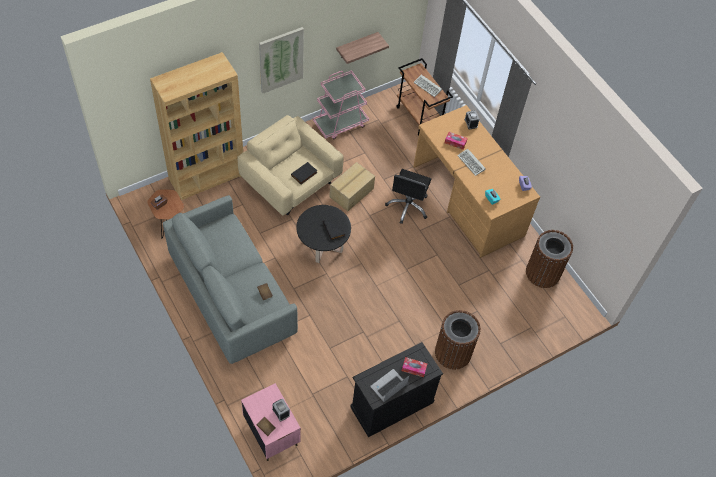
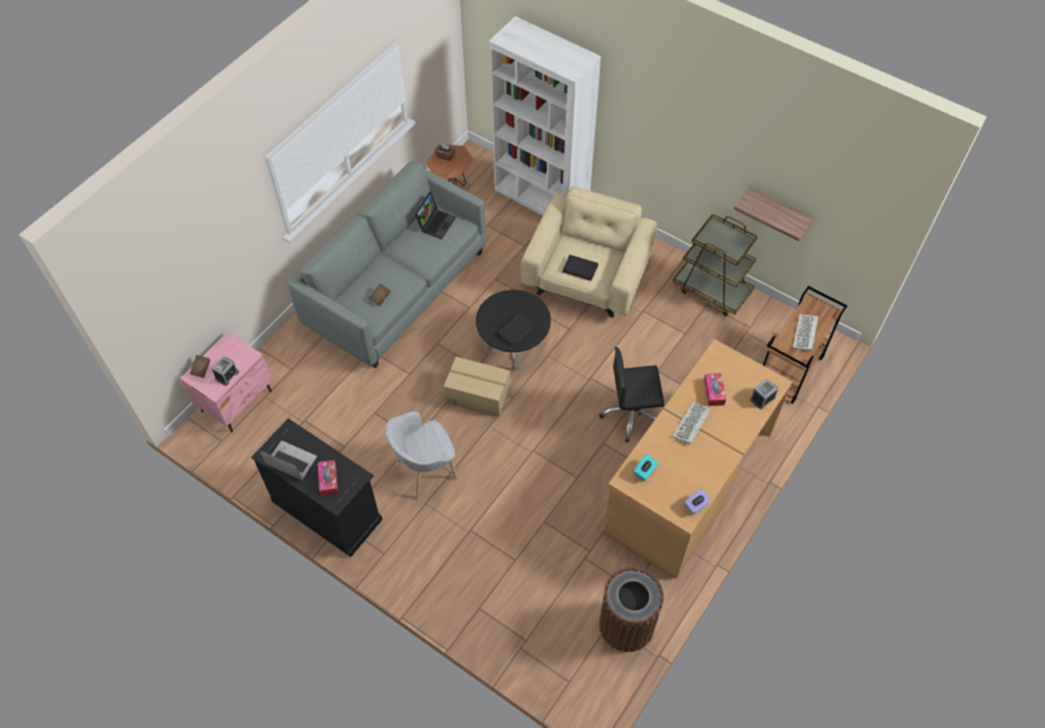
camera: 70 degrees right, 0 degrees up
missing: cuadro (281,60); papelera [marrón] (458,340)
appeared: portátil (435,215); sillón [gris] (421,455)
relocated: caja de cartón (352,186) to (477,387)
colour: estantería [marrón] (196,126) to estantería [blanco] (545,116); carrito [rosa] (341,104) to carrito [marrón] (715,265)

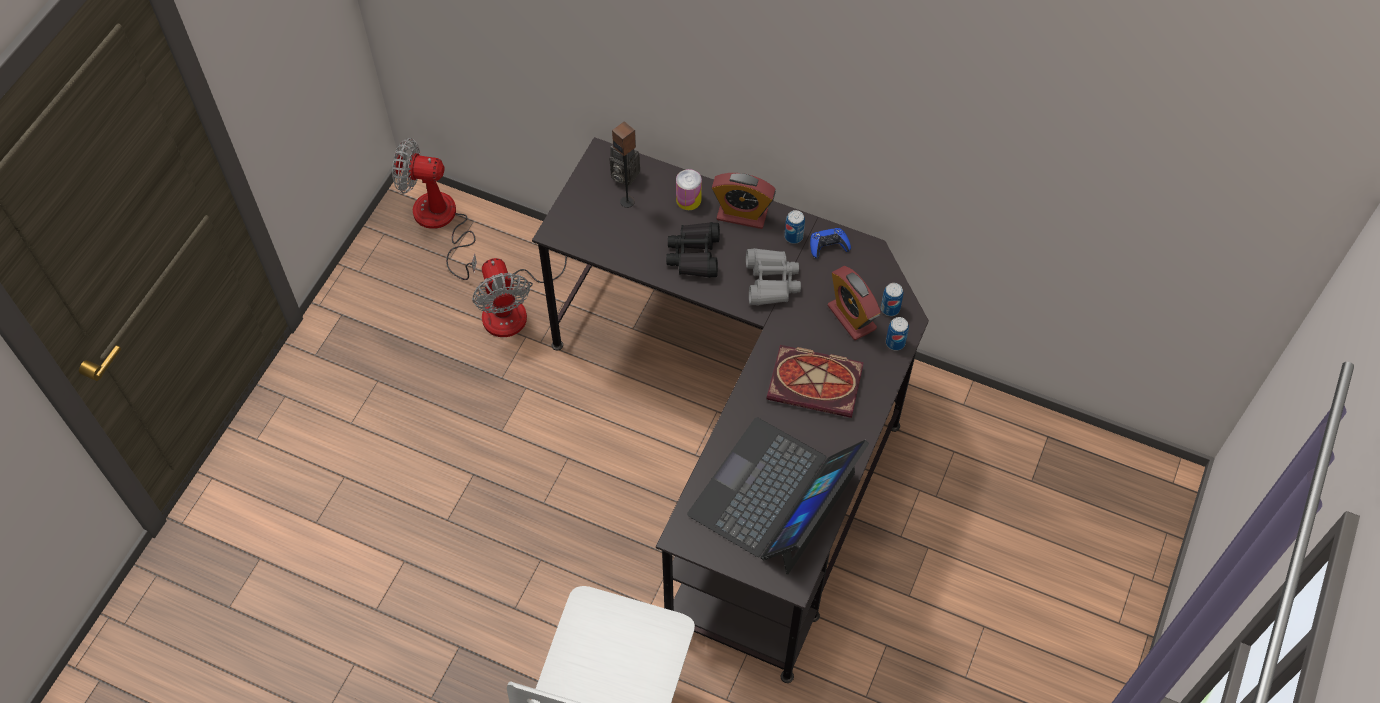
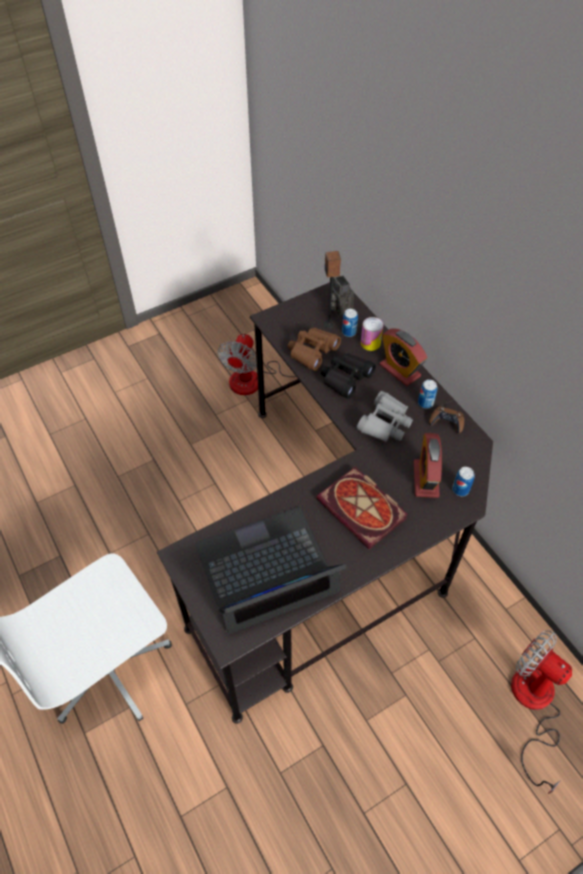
camera: 35 degrees right, 5 degrees down
appeared: prismáticos [marrón] (314,349)
relocated: ventilador (434,209) to (541,712); lata (897,334) to (350,323)
colour: mando de consola [azul] (830,243) to mando de consola [marrón] (446,420)

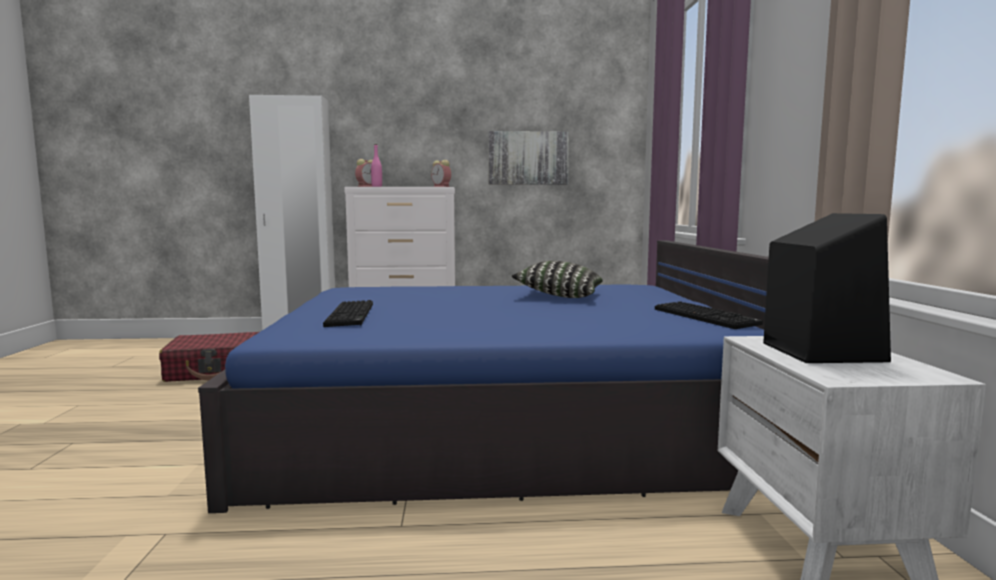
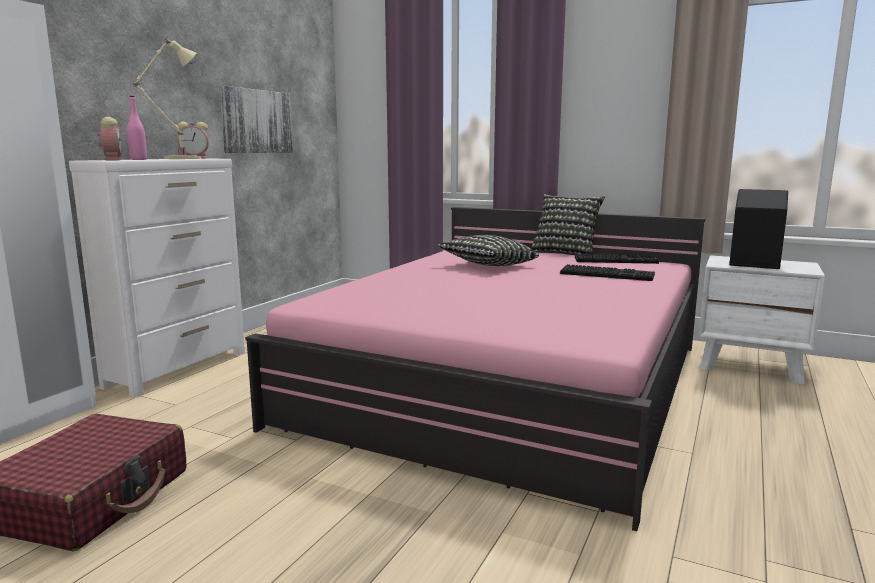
camera: 60 degrees left, 5 degrees up
appeared: lámpara de mesa [beis] (167,99); cojín (568,224)
relocated: teclado (348,313) to (607,272)
colour: cama [azul] (483,376) to cama [rosa] (475,369)

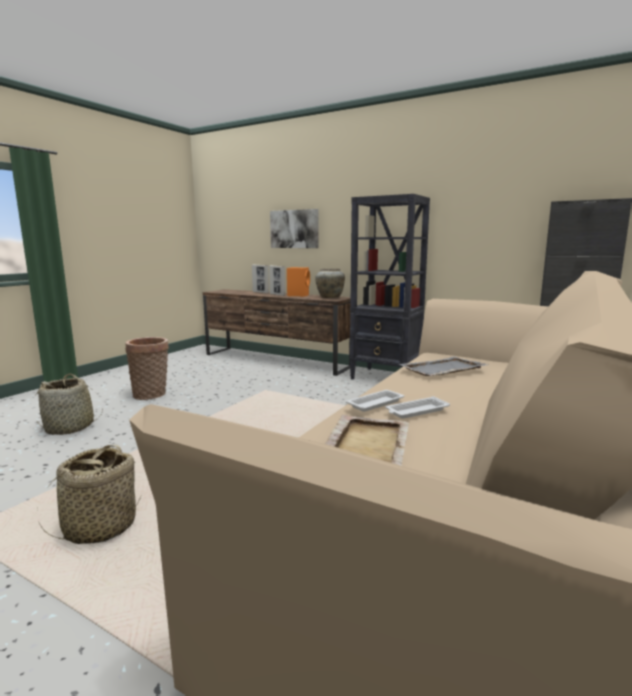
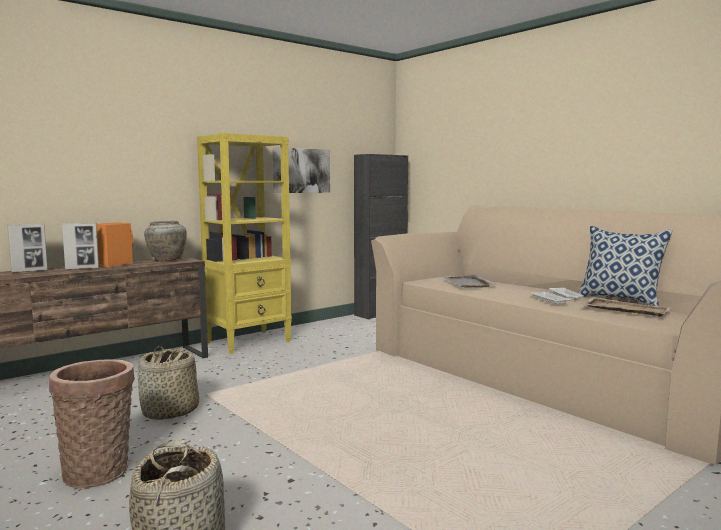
camera: 70 degrees left, 5 degrees down
appeared: cojín (625,266)
relocated: cuadro (294,228) to (301,170); cesta (89,494) to (168,383)
colour: estantería [negro] (389,287) to estantería [amarillo] (244,243)

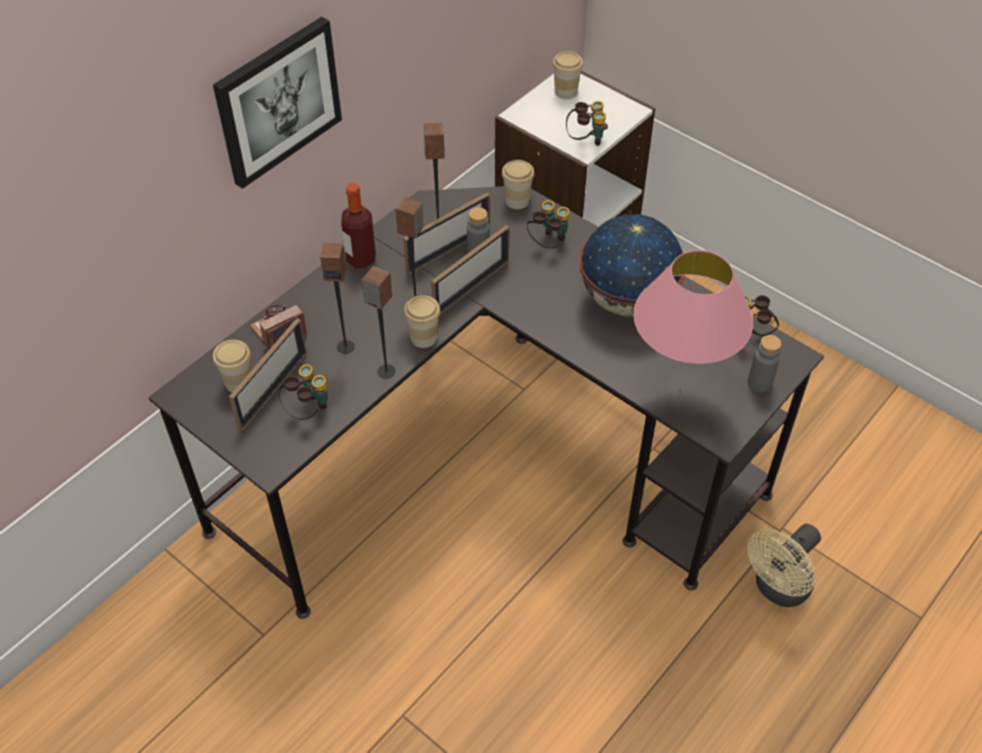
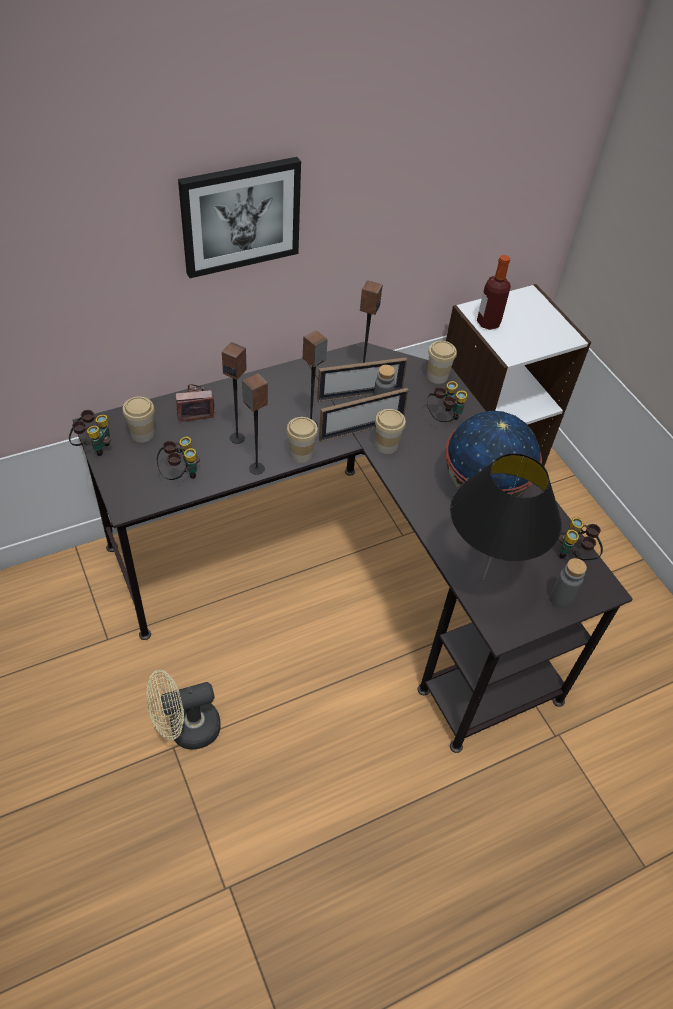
camera: 20 degrees right, 0 degrees up
missing: portarretratos (268,374)
relocated: taza (567,75) to (390,431); prismáticos (587,123) to (90,433); botella (358,225) to (494,292); ventilador [beis] (784,565) to (184,710)
colour: lámpara de mesa [rosa] (693,322) to lámpara de mesa [negro] (506,517)

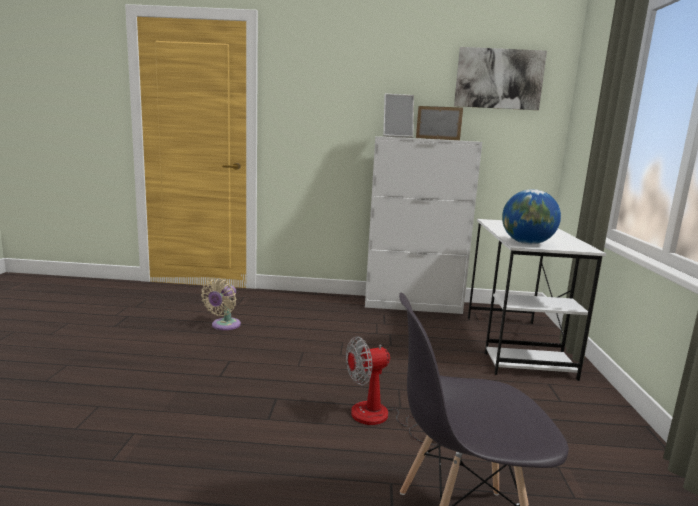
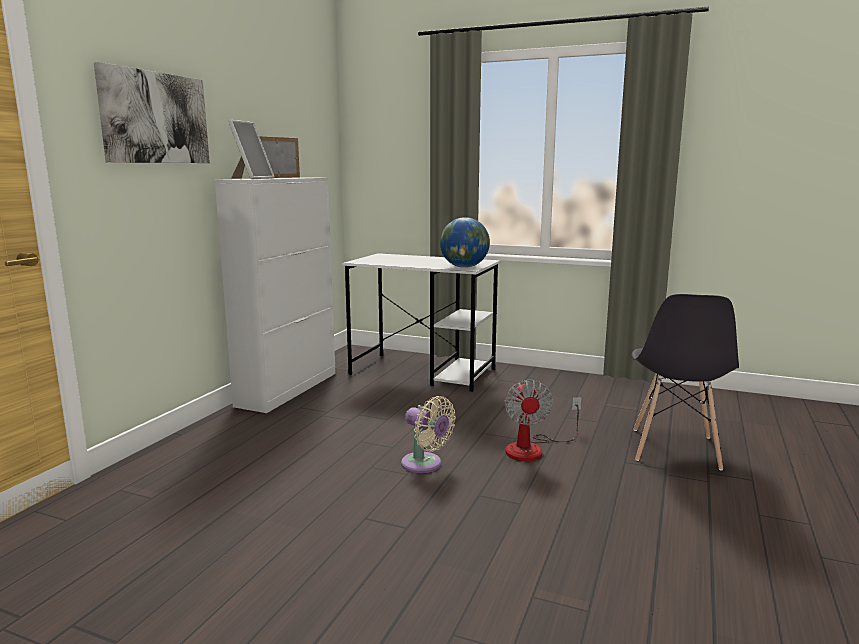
camera: 70 degrees left, 0 degrees up
relocated: cuadro (500,78) to (152,112); ventilador [beis] (221,304) to (428,434)

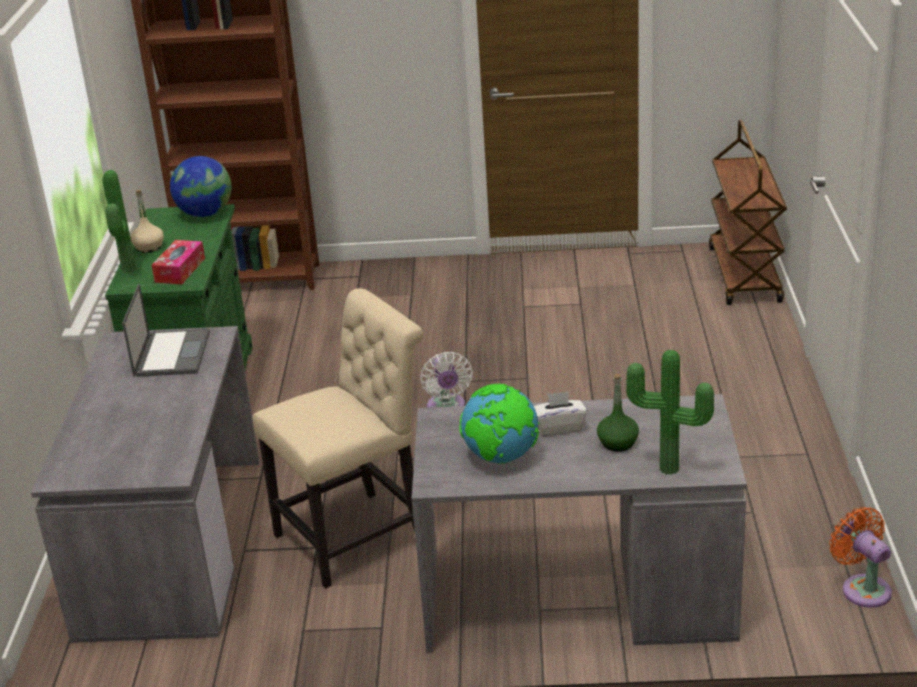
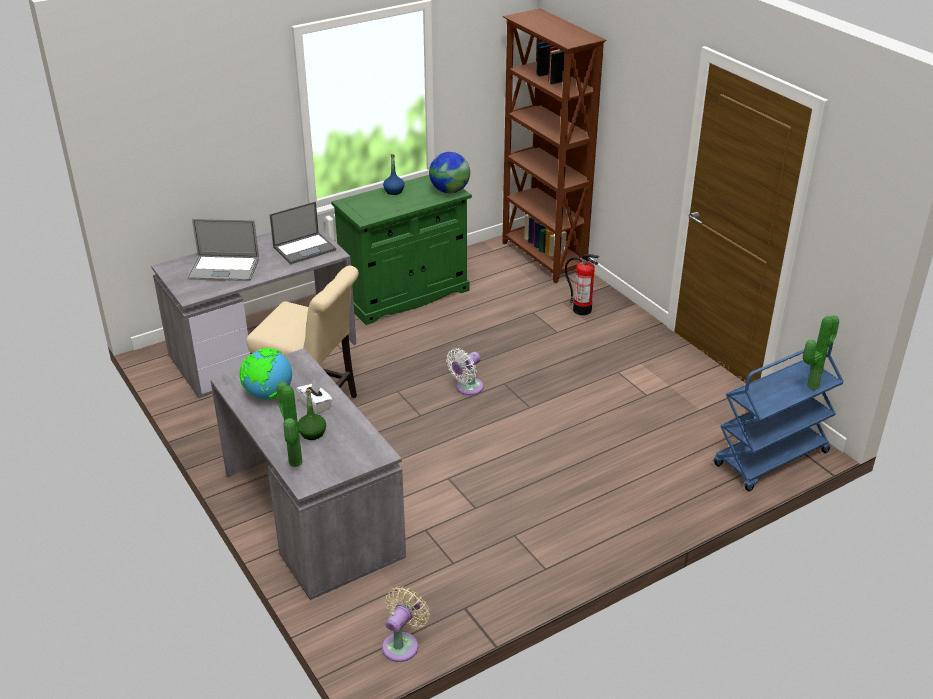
camera: 55 degrees right, 5 degrees up
missing: caja de pañuelos (178,262)
appeared: portátil (223,250); extintor (582,284)
relocated: planta en maceta (119,221) to (821,352)
colour: carrito [marrón] (748,212) to carrito [azul] (779,417); botella [beis] (147,221) to botella [azul] (394,174); ventilador [naranja] (860,557) to ventilador [beis] (406,624)

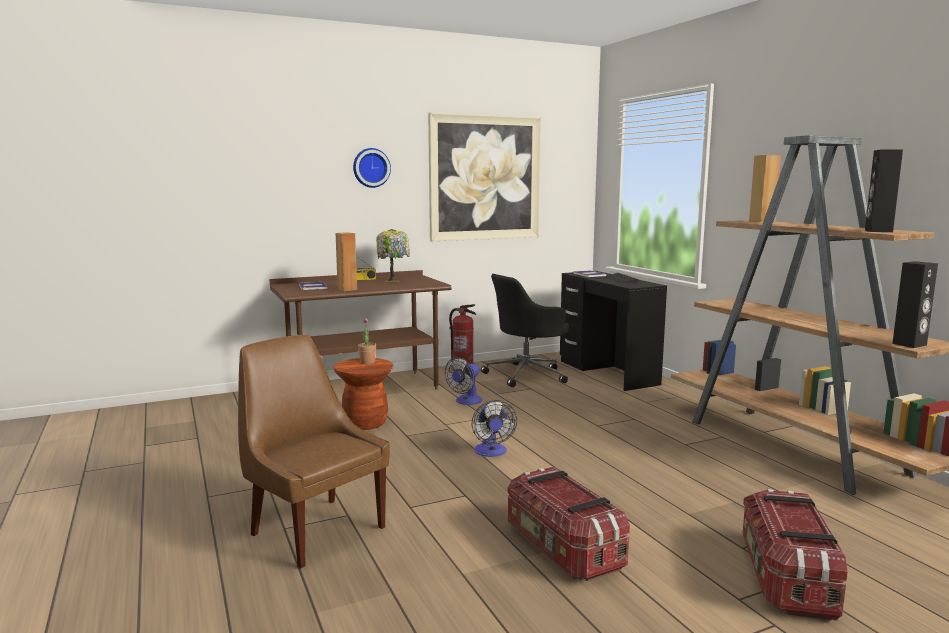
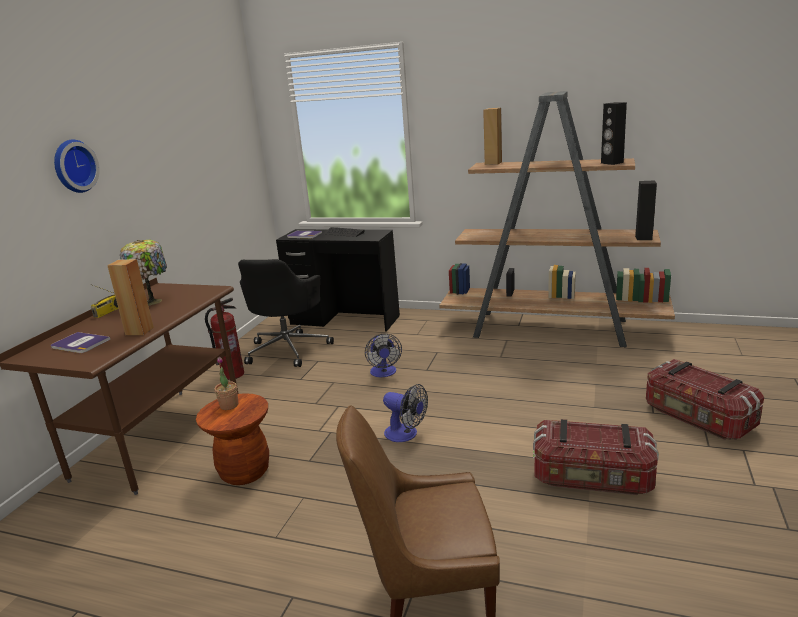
camera: 45 degrees left, 10 degrees up
missing: cuadro (484,176)
relocated: ventilador (464,381) to (383,355)

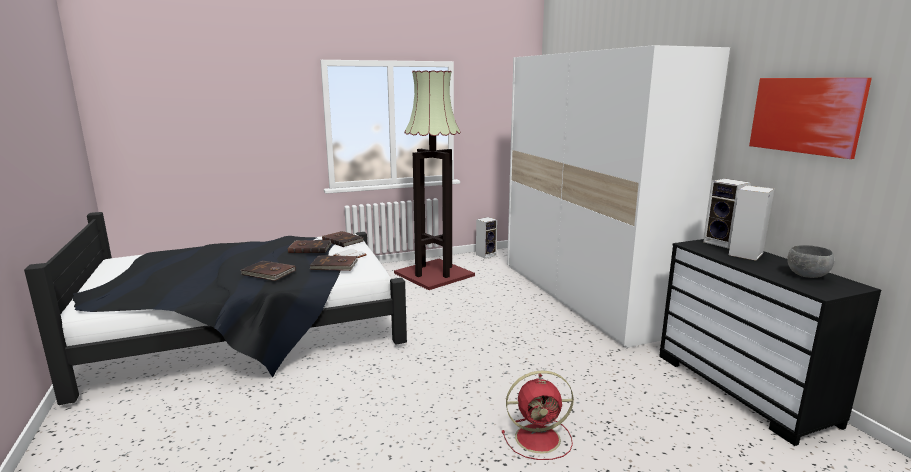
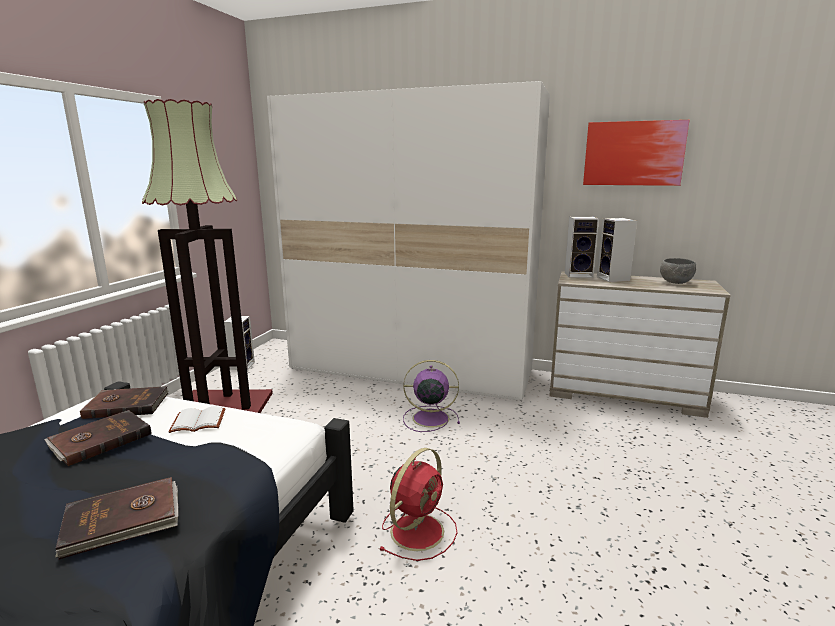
camera: 50 degrees left, 0 degrees up
missing: libro [marrón] (333,263)
appeared: ventilador [morado] (431,396)
relocated: ventilador [rojo] (538,415) to (418,504)
colour: cómoda [negro] (770,342) to cómoda [beis] (640,345)

